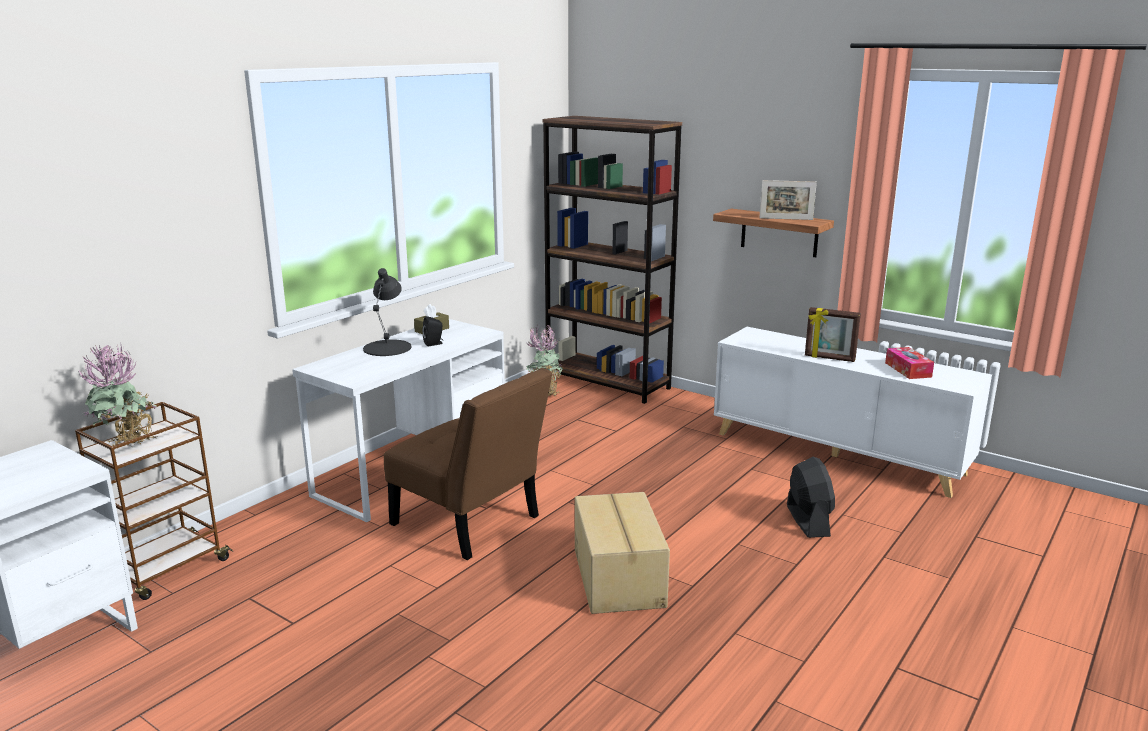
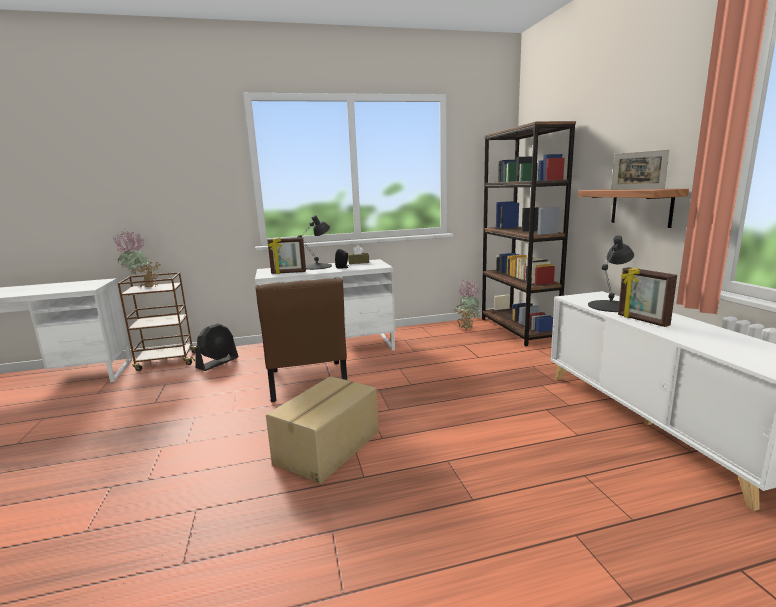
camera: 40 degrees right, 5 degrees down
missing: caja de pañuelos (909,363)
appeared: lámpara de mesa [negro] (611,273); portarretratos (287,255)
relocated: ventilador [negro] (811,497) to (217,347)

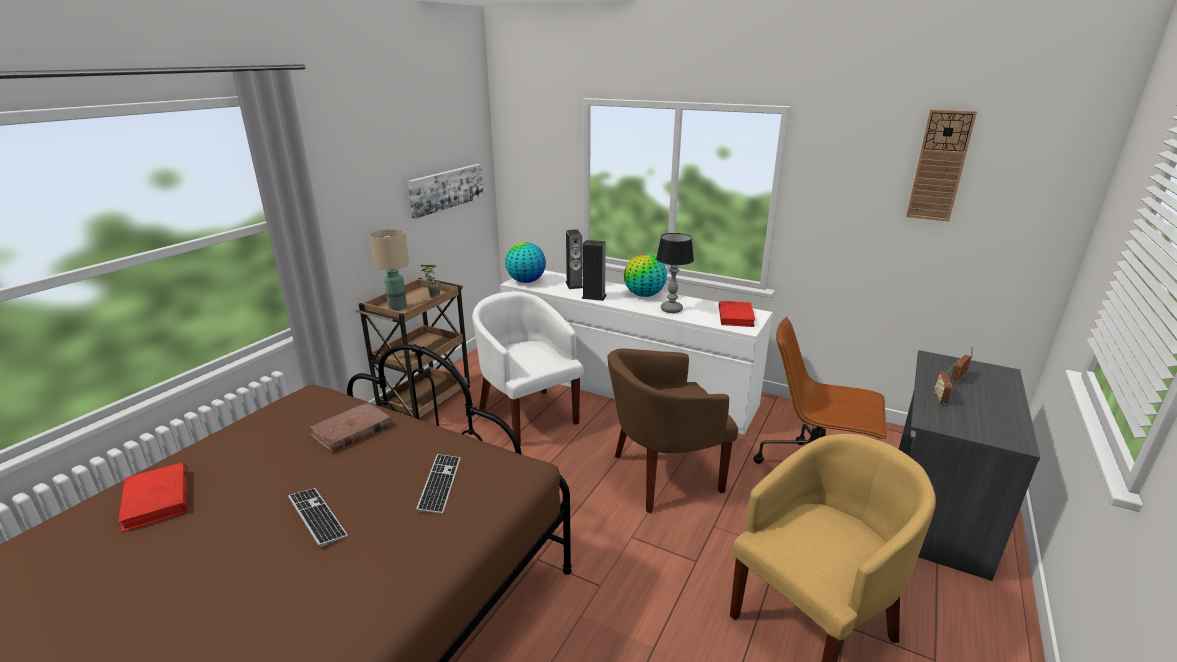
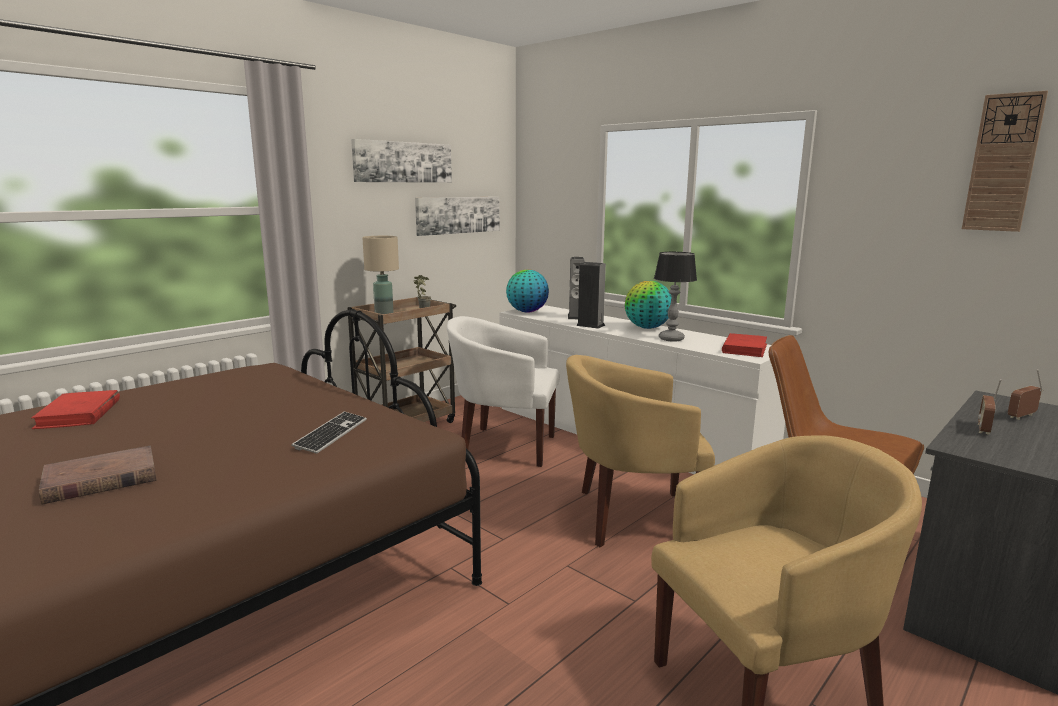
camera: 15 degrees right, 10 degrees down
missing: teclado (318,517)
appeared: cuadro (401,161)
relocated: libro [marrón] (351,427) to (98,475)
colour: sillón [marrón] (672,430) to sillón [amarillo] (640,451)
spun: sillón [blanco] (528,368) = (503,391) 60 degrees counterclockwise

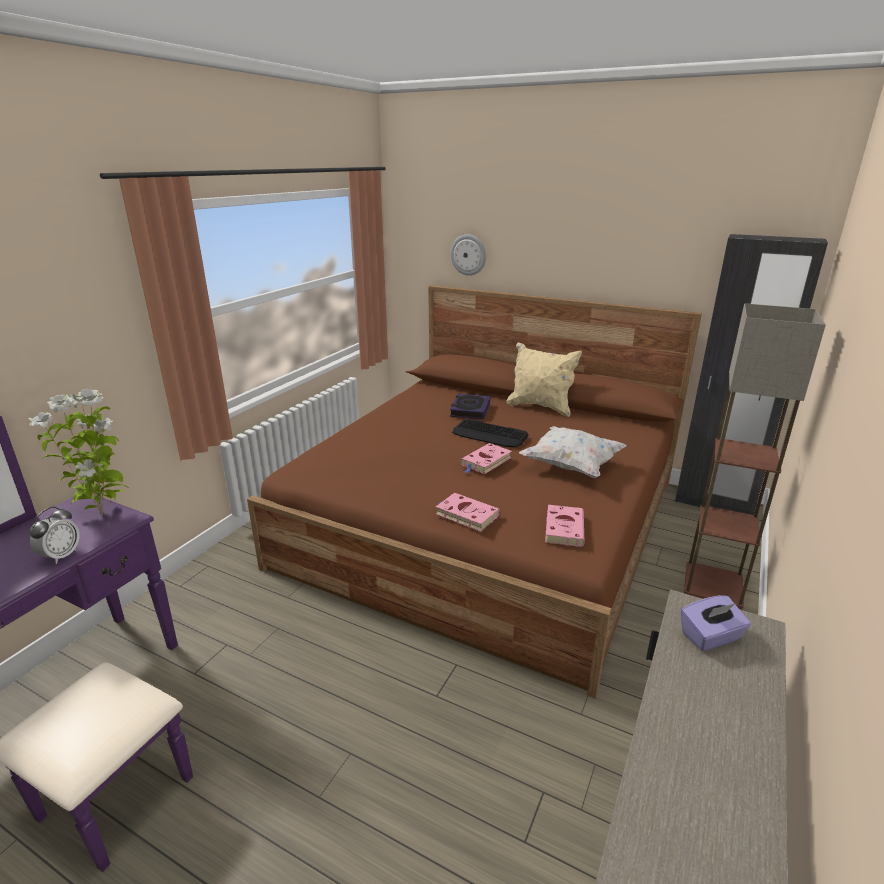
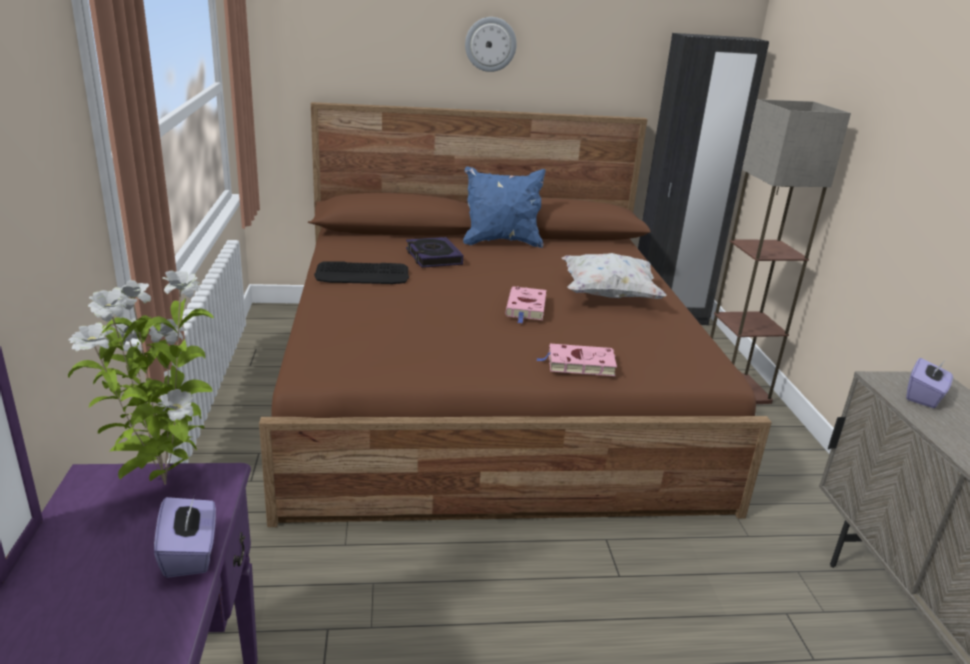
camera: 35 degrees left, 0 degrees up
missing: libro [rosa] (565,526)
relocated: reloj de pared (468,255) to (491,44); teclado (490,433) to (361,272)
exchanged: despertador (54,535) to caja de pañuelos [morado] (185,536)
colour: cojín [beis] (544,379) to cojín [azul] (504,207)

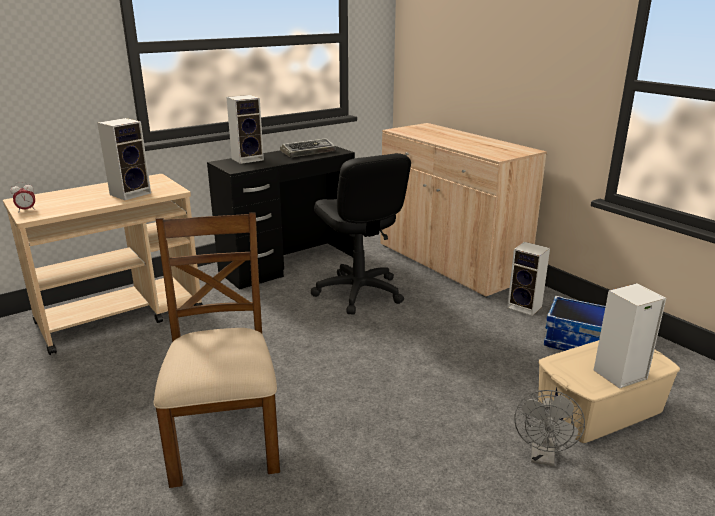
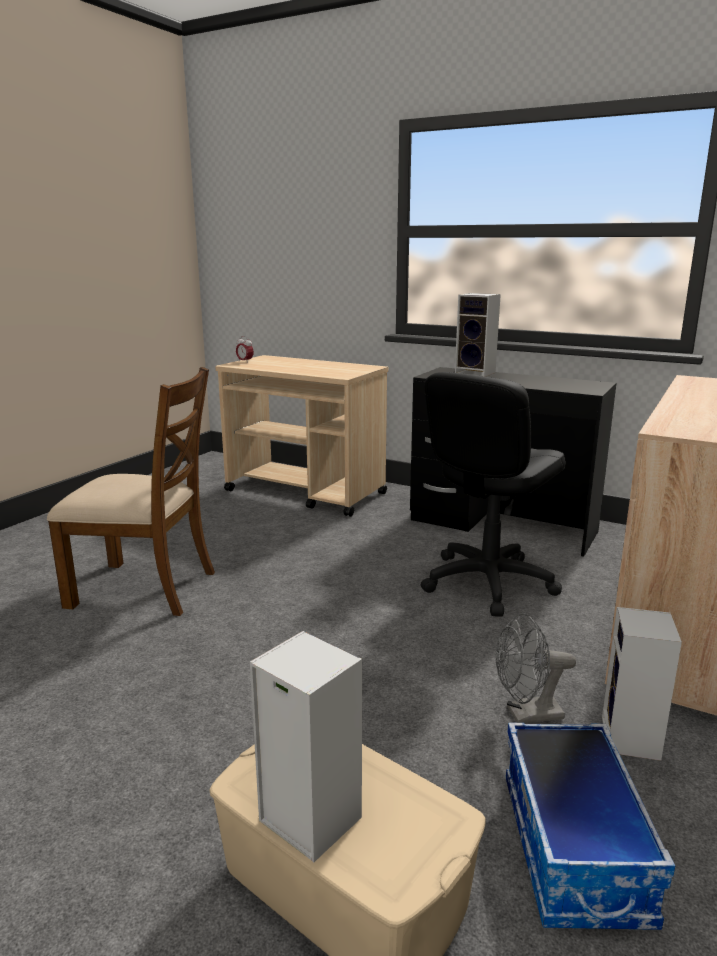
camera: 65 degrees right, 5 degrees down
missing: altavoz (124,159); teclado (308,148)
relocated: ventilador [gris] (549,428) to (536,668)
spun: silla [marrón] (217,350) = (131,491) 45 degrees clockwise

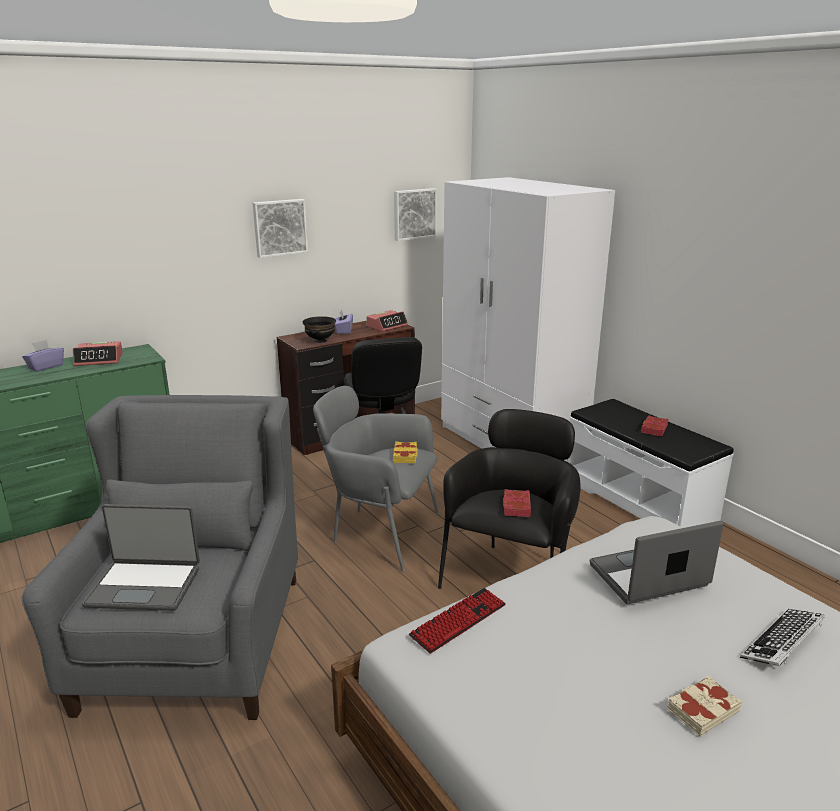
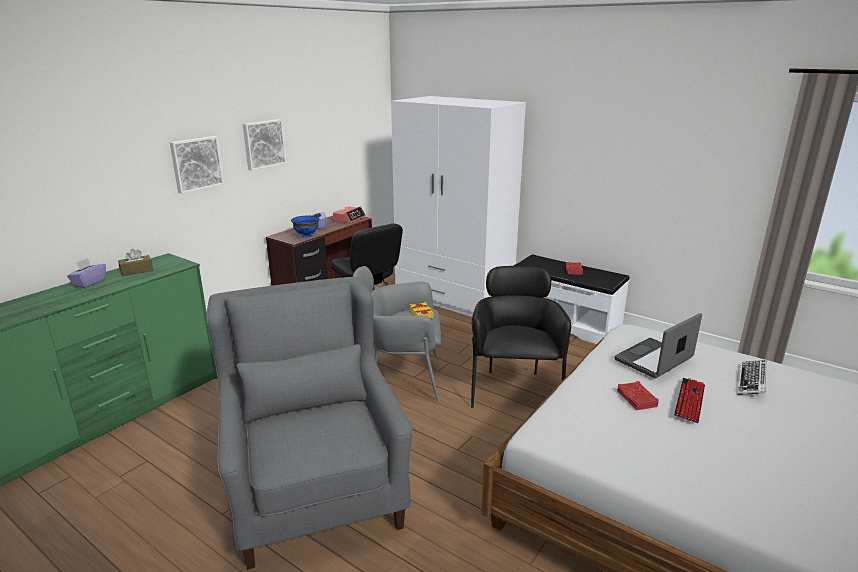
camera: 20 degrees left, 0 degrees up
missing: portátil (141,557); libro [beis] (704,706)
relocated: cuadro (415,214) to (197,165); libro [rojo] (517,503) to (638,395); teclado (457,621) to (689,400)
exchanged: despertador (98,353) to caja de pañuelos [marrón] (135,262)
colour: cuenco [negro] (319,329) to cuenco [azul] (305,227)

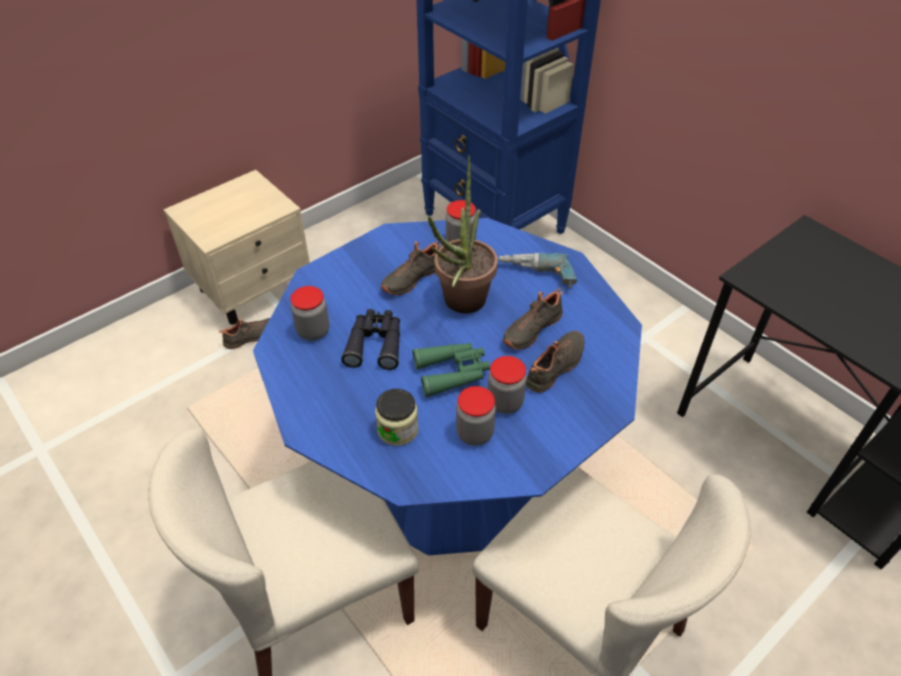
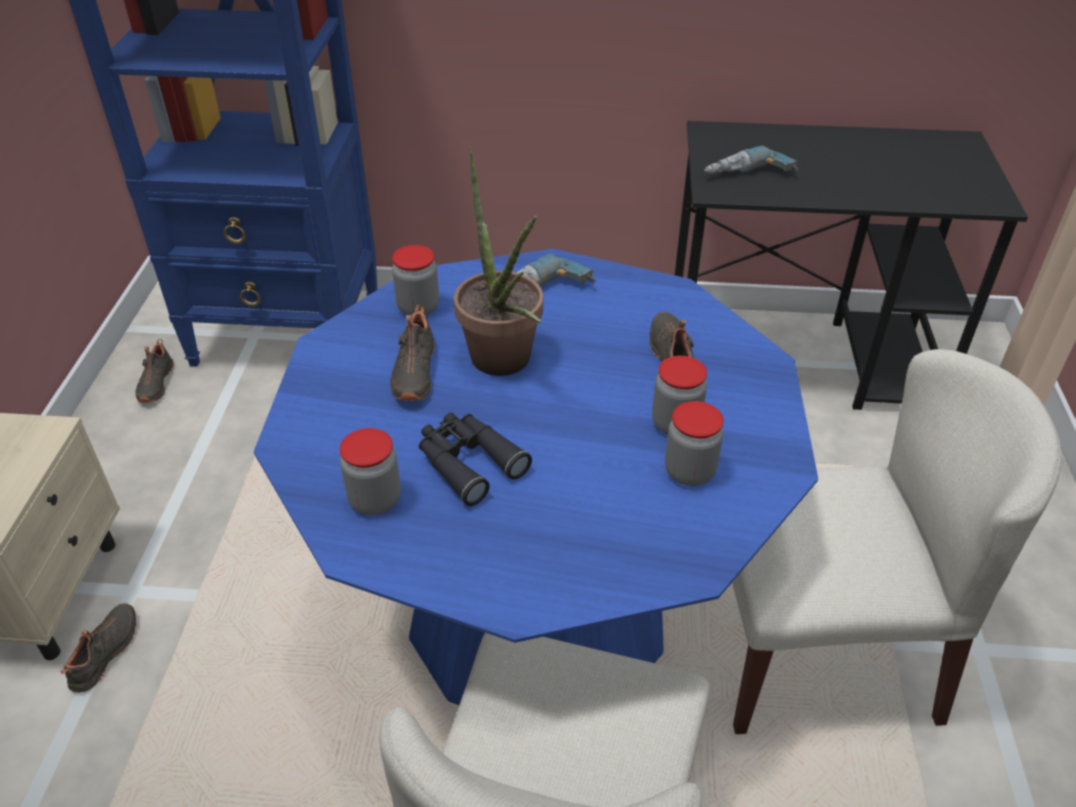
camera: 45 degrees left, 5 degrees down
missing: prismáticos [verde] (451,370); tarro (396,417)
appeared: taladro (751,159)
relocated: zapato [negro] (533,319) to (154,370)

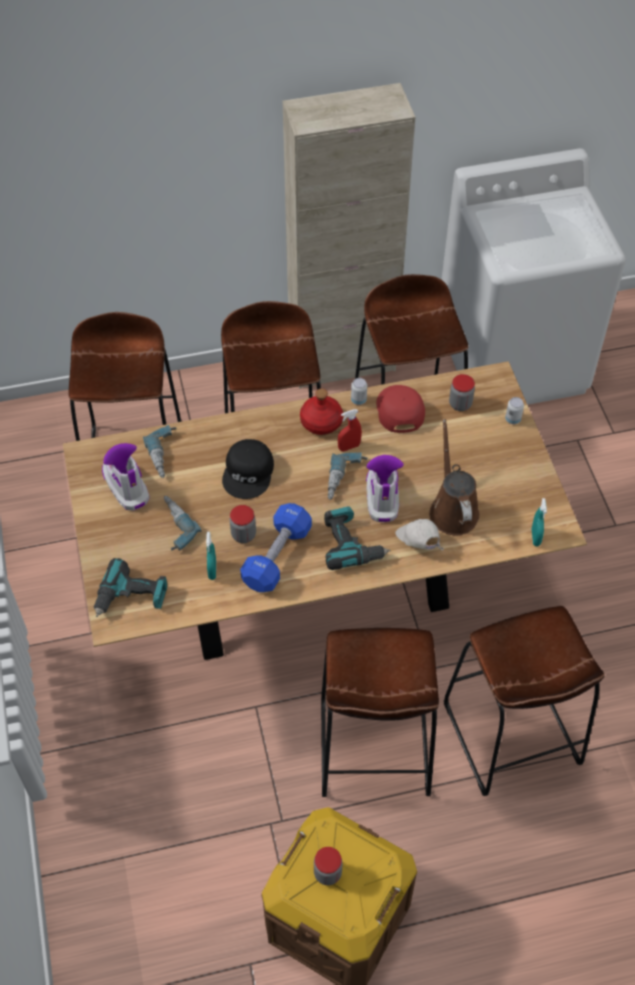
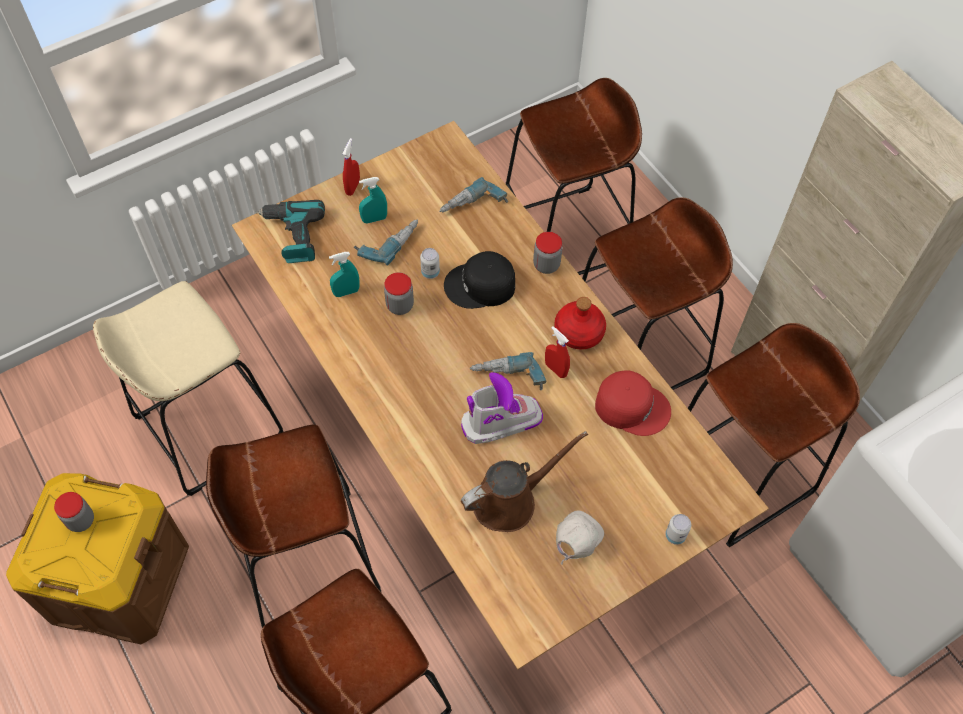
camera: 70 degrees right, 5 degrees up
missing: bota (125,477); mancuerna [azul] (276,547); taladro (357,538)
appeared: pulverizador [rojo] (351,167); taburete [beis] (188,388)
relocated: tarro (462,392) to (548,253); lata (359,391) to (430,263); pulverizador [turquesa] (539,522) to (373,200); gorra [blanco] (419,534) to (580,538)
spun: gorra [rojo] (400,409) = (633,403) 45 degrees clockwise

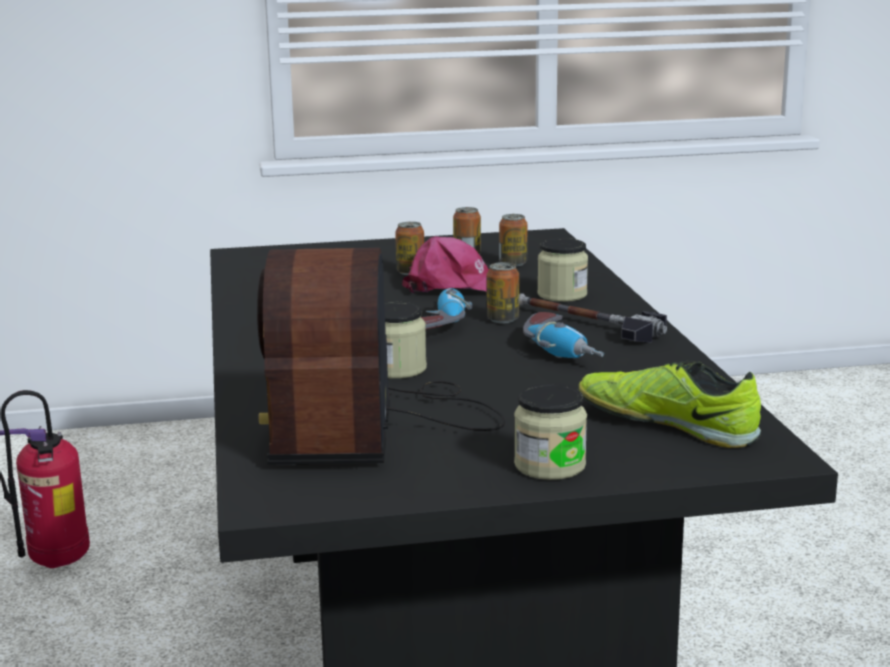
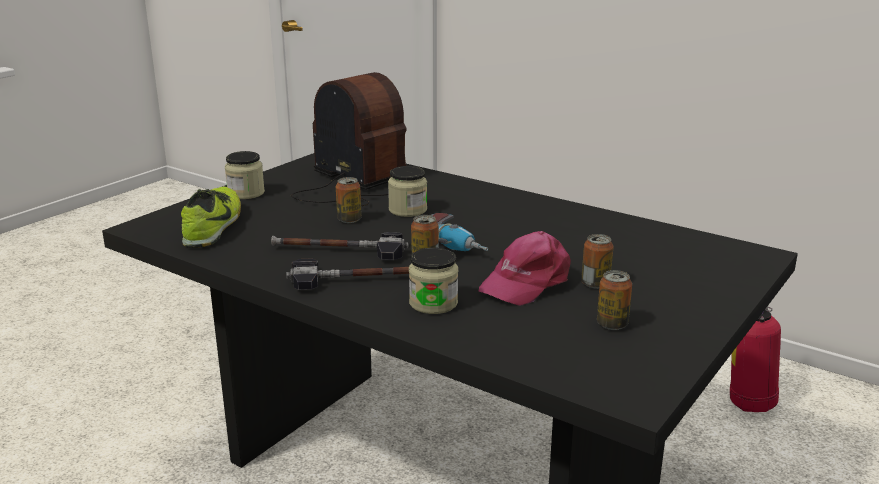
camera: 135 degrees right, 5 degrees up
relocated: lata (513,240) to (349,200)
exchanged: taladro (563,335) to martillo (339,246)
spun: zapato (669,404) = (211,217) 75 degrees counterclockwise

